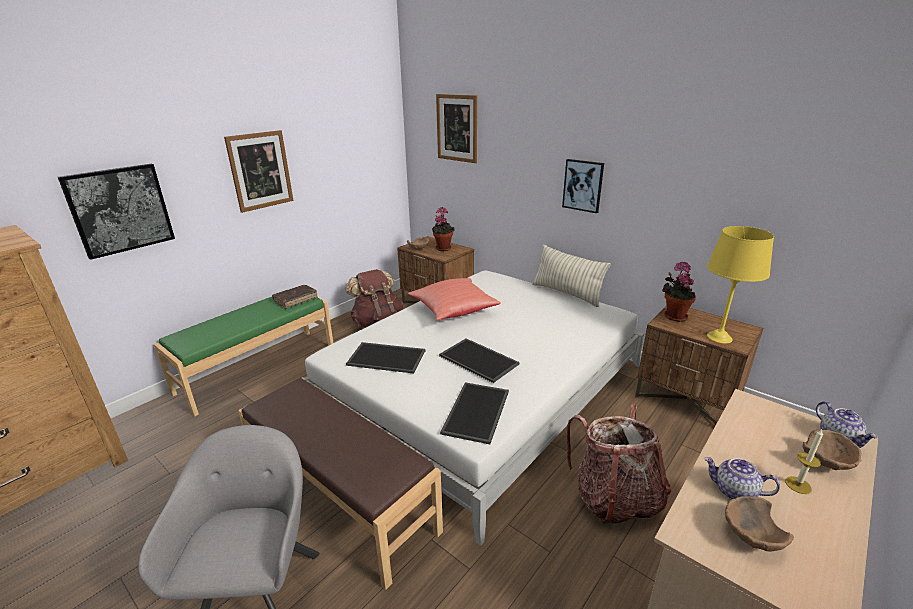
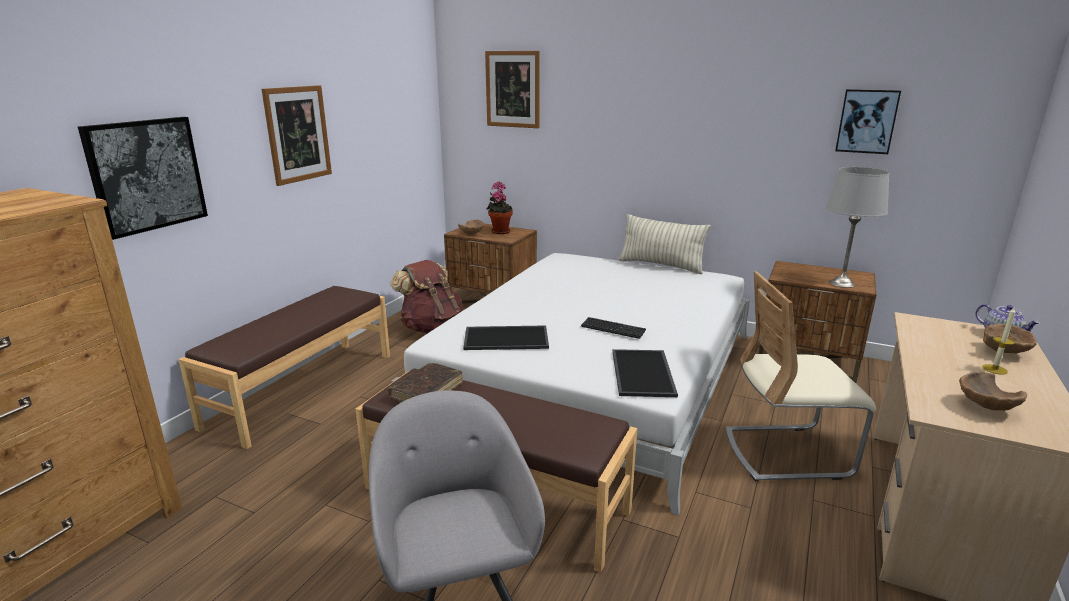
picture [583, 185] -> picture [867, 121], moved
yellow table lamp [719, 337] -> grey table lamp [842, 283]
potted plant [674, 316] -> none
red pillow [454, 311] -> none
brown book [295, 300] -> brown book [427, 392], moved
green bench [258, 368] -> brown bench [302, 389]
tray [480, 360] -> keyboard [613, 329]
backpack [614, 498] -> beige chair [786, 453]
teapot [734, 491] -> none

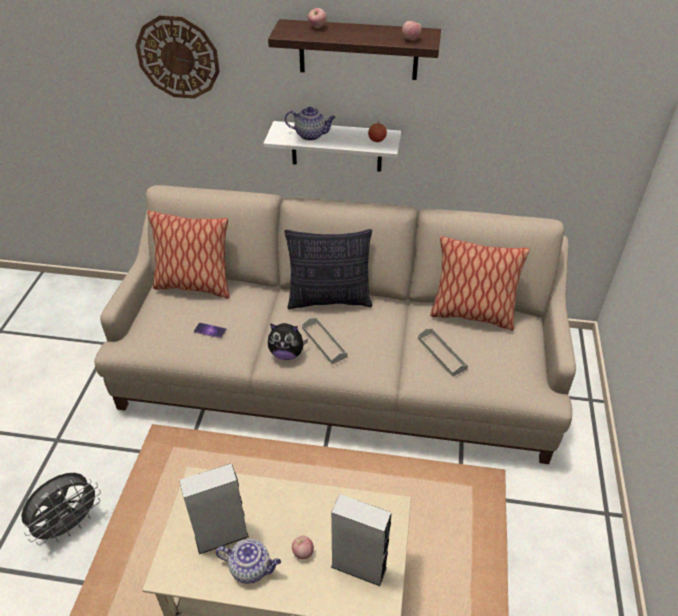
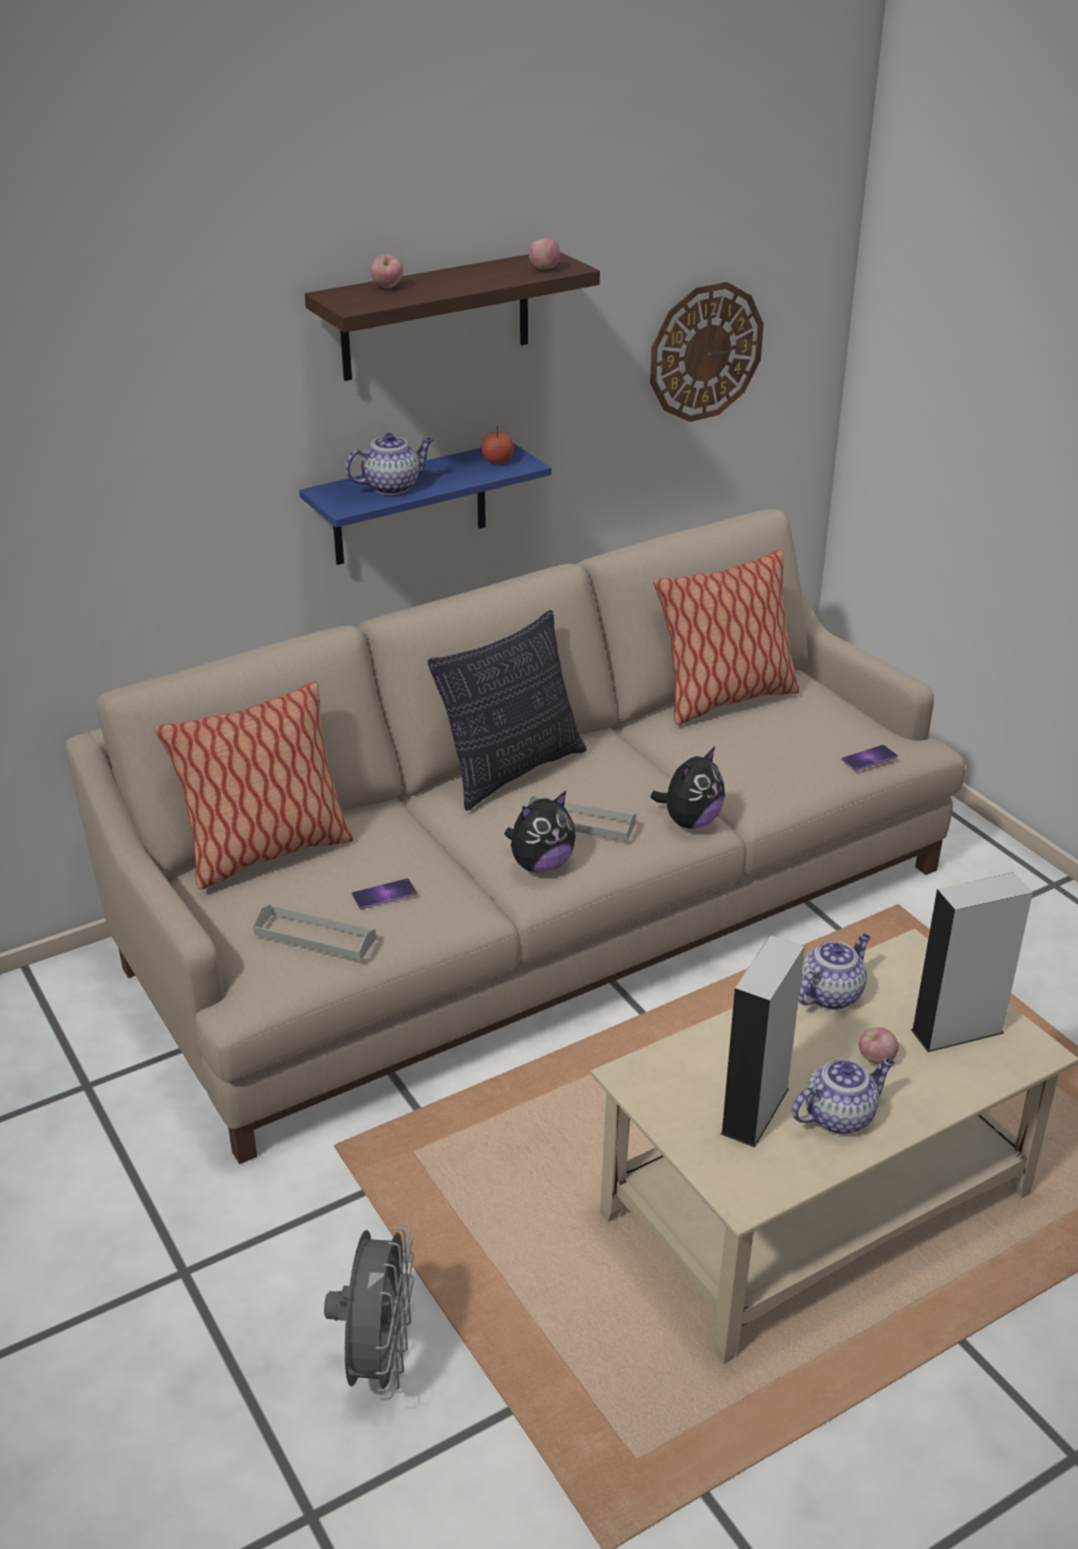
wall clock [178, 57] -> wall clock [705, 352], moved
white shelf [336, 146] -> blue shelf [410, 505]
grey tray [442, 353] -> grey tray [315, 936], moved
none -> phone [869, 758]
none -> plush toy [690, 822]
none -> teapot [830, 994]

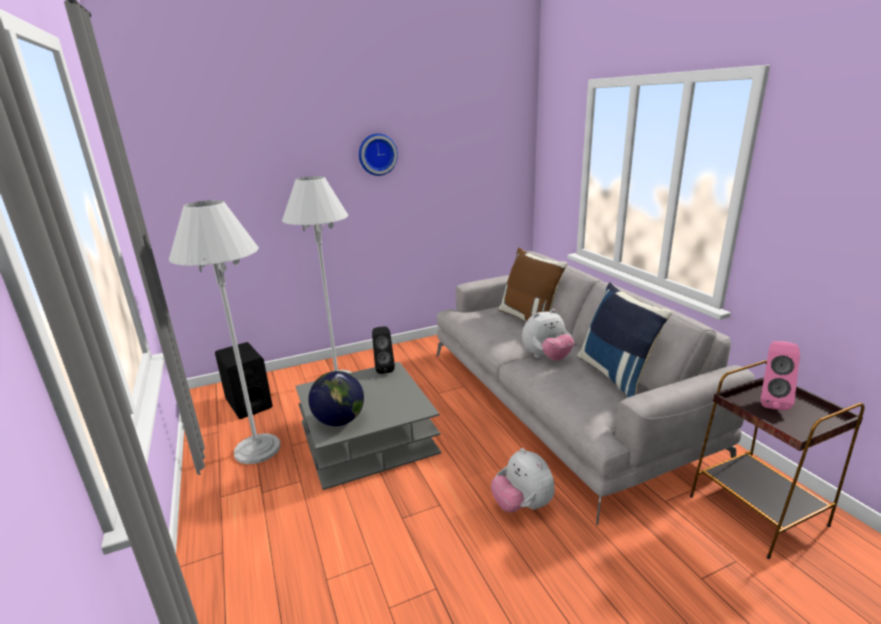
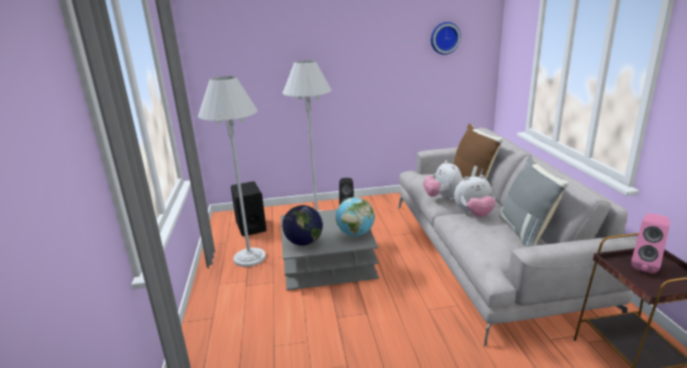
wall clock [377, 154] -> wall clock [444, 38], moved
blue pillow [616, 375] -> grey pillow [526, 233]
plush toy [522, 505] -> plush toy [443, 198], moved
none -> globe [355, 234]

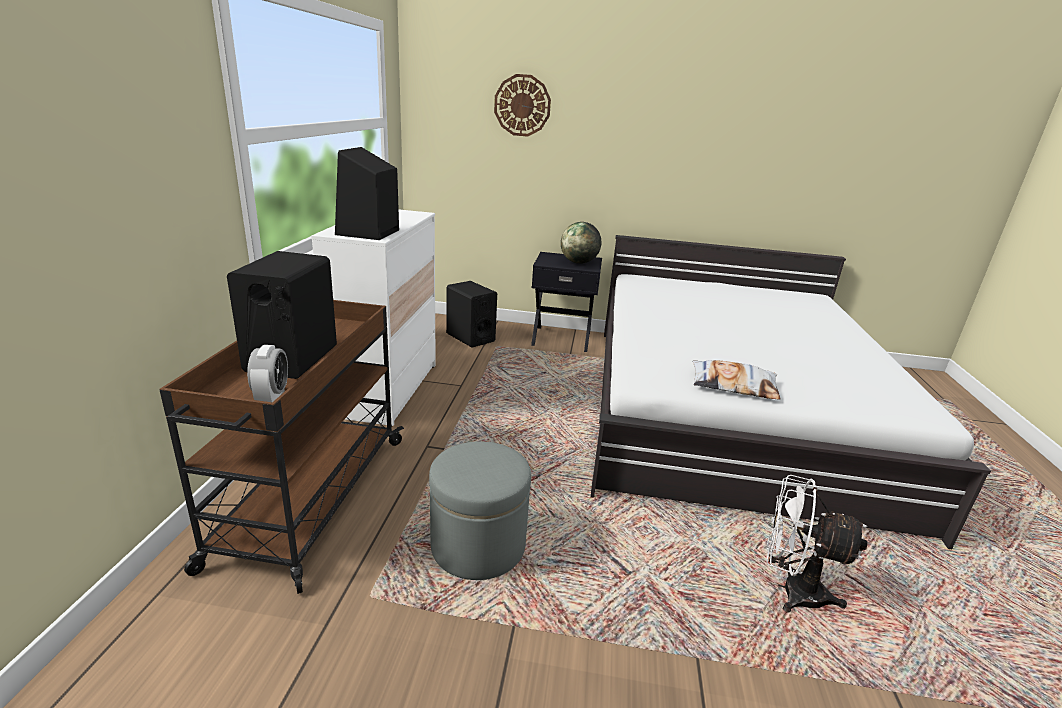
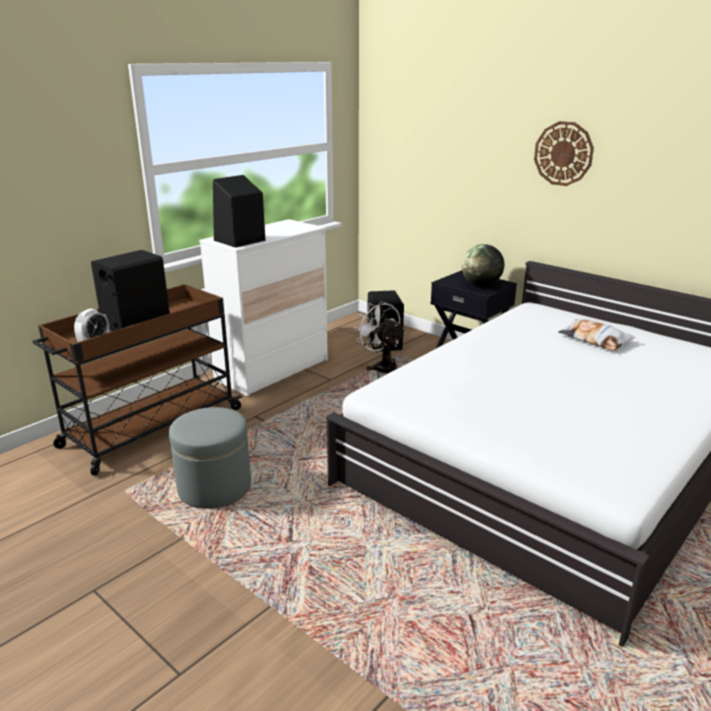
wall clock [522, 105] -> wall clock [563, 153], moved
pillow [733, 385] -> pillow [594, 340], moved
white fan [791, 590] -> white fan [382, 367], moved

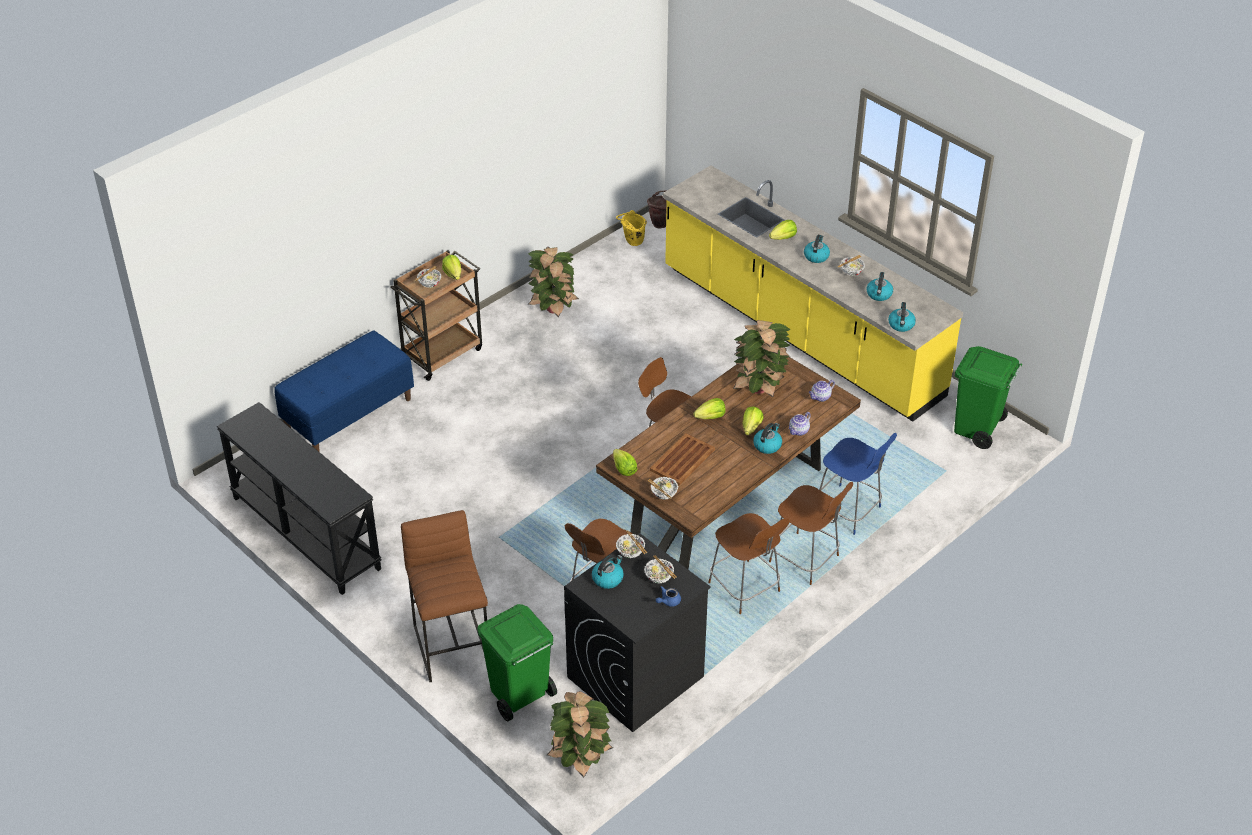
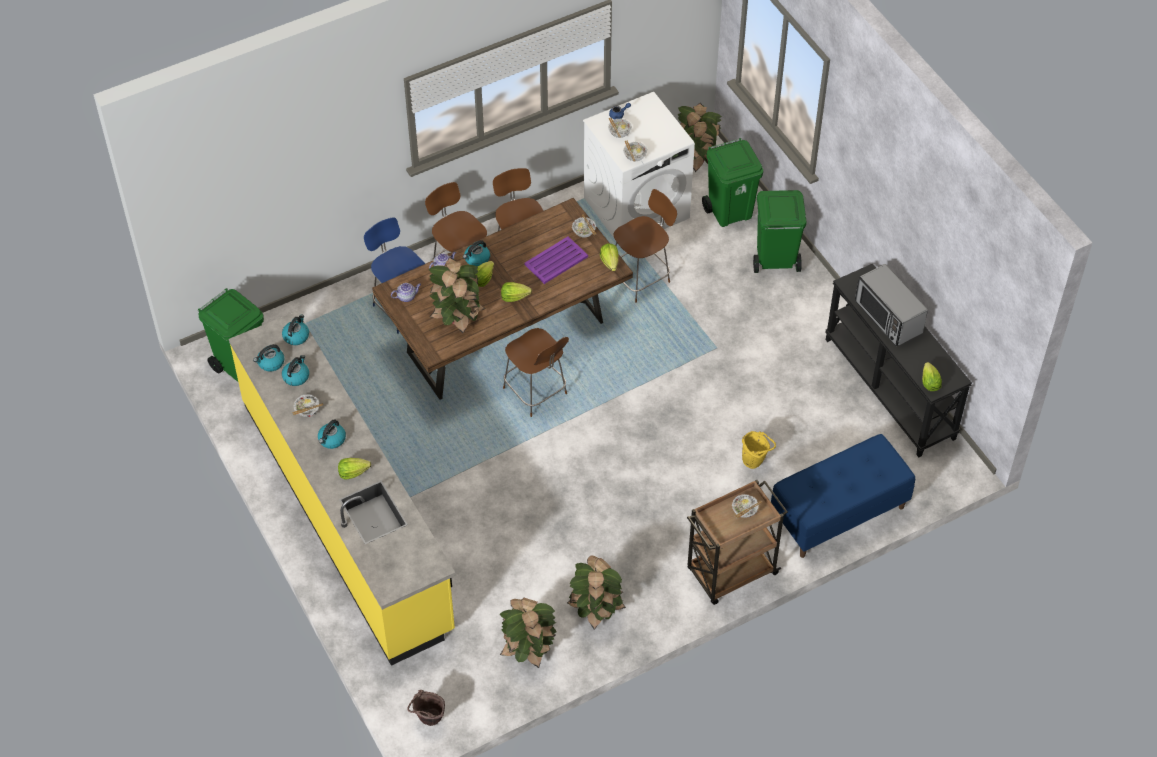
yellow bucket [632, 242] -> yellow bucket [755, 461], moved
lettuce [453, 274] -> lettuce [929, 383], moved
brown tray [683, 459] -> purple tray [555, 261]
brown stool [453, 646] -> green trash can [775, 260]
black washing machine [635, 677] -> white washing machine [637, 208]
kettle [608, 578] -> kettle [270, 363], moved
none -> microwave [888, 317]
none -> potted plant [528, 651]

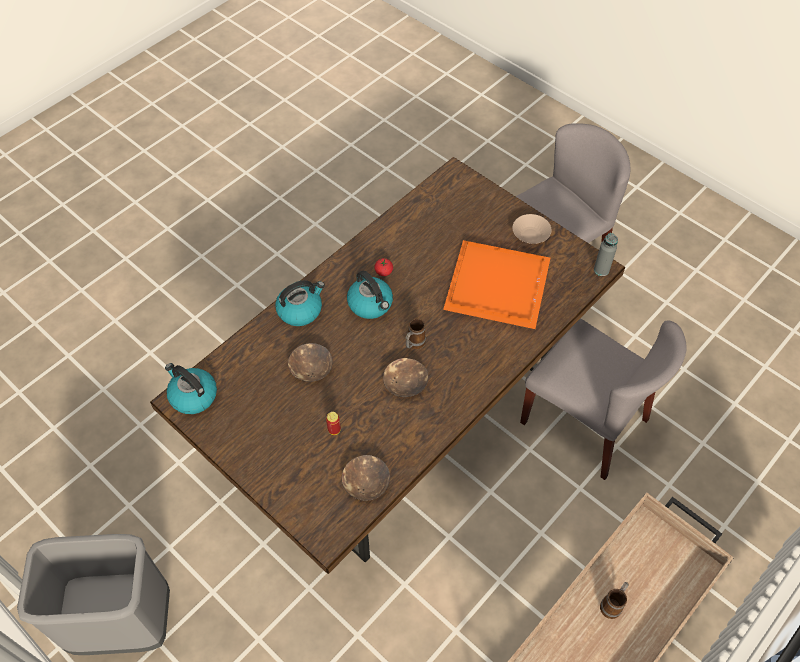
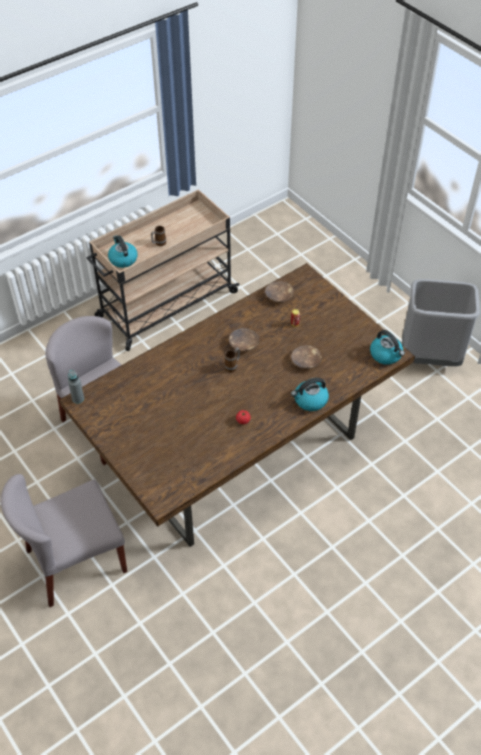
beige bowl [530, 235] -> none
orange tray [498, 287] -> none
kettle [371, 304] -> kettle [123, 259], moved

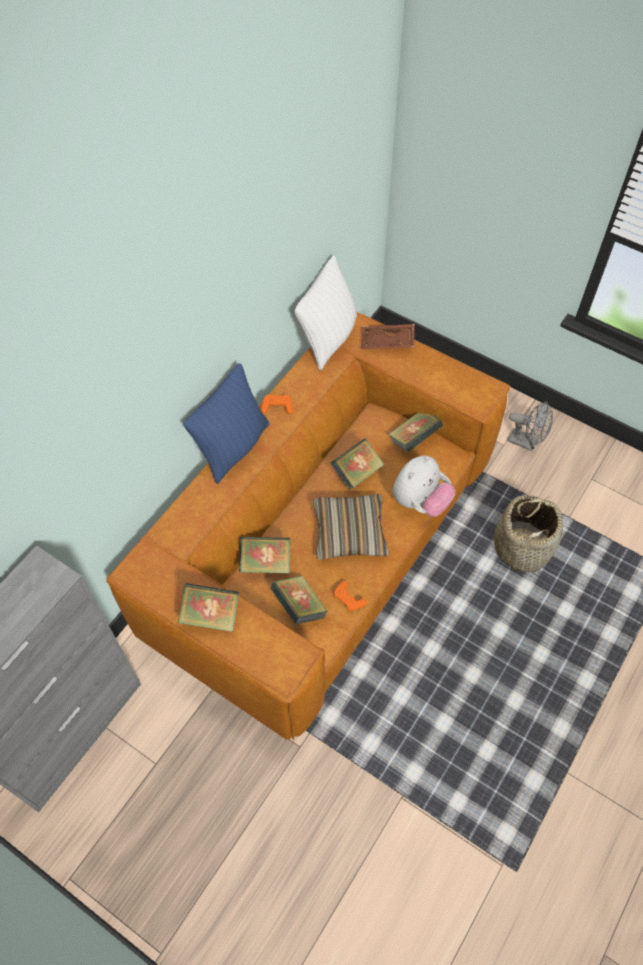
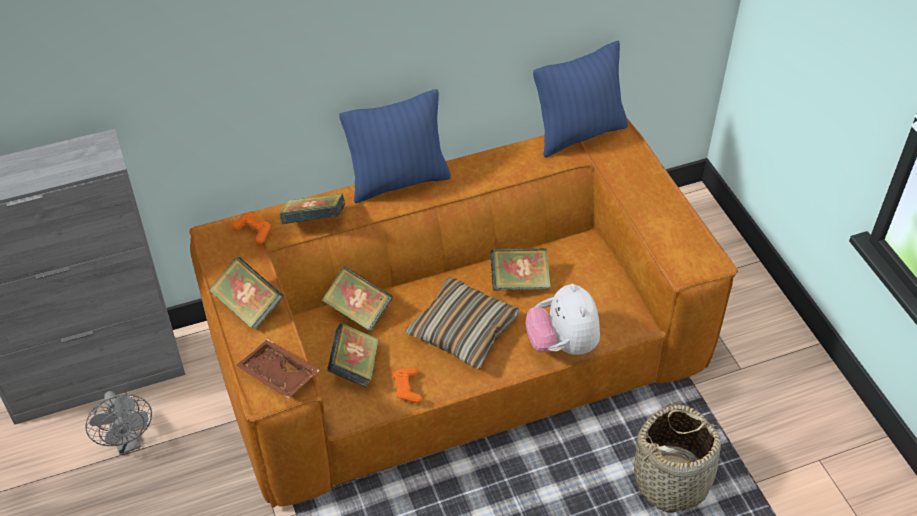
white pillow [328, 339] -> blue pillow [579, 134]
brown tray [387, 342] -> brown tray [277, 375], moved
orange game controller [277, 407] -> orange game controller [254, 231], moved
grey fan [526, 442] -> grey fan [128, 442], moved
book [414, 439] -> book [314, 222], moved
plush toy [420, 501] -> plush toy [562, 344], 90 degrees clockwise

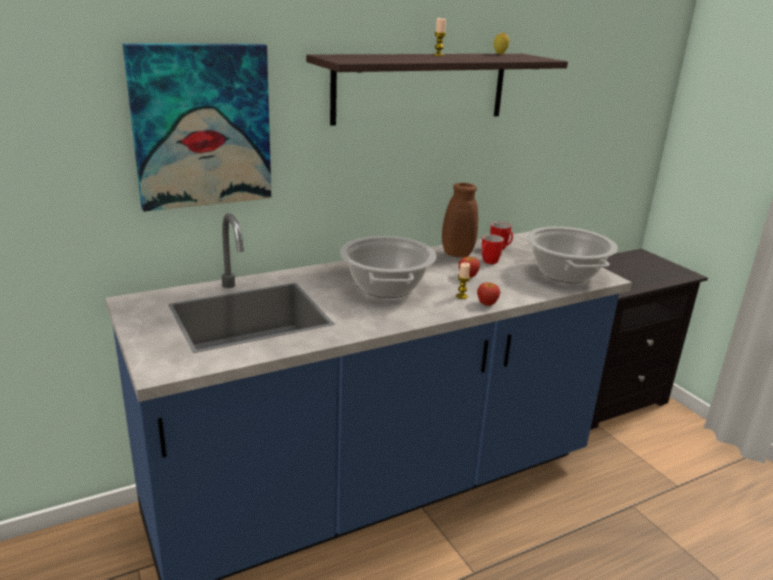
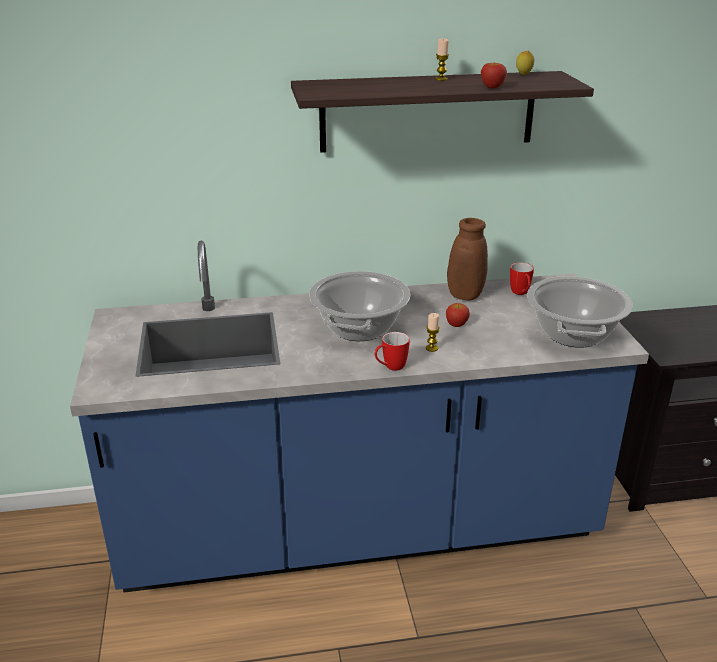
picture [202, 126] -> none
mug [488, 263] -> mug [390, 367], moved
apple [487, 303] -> apple [492, 87], moved

